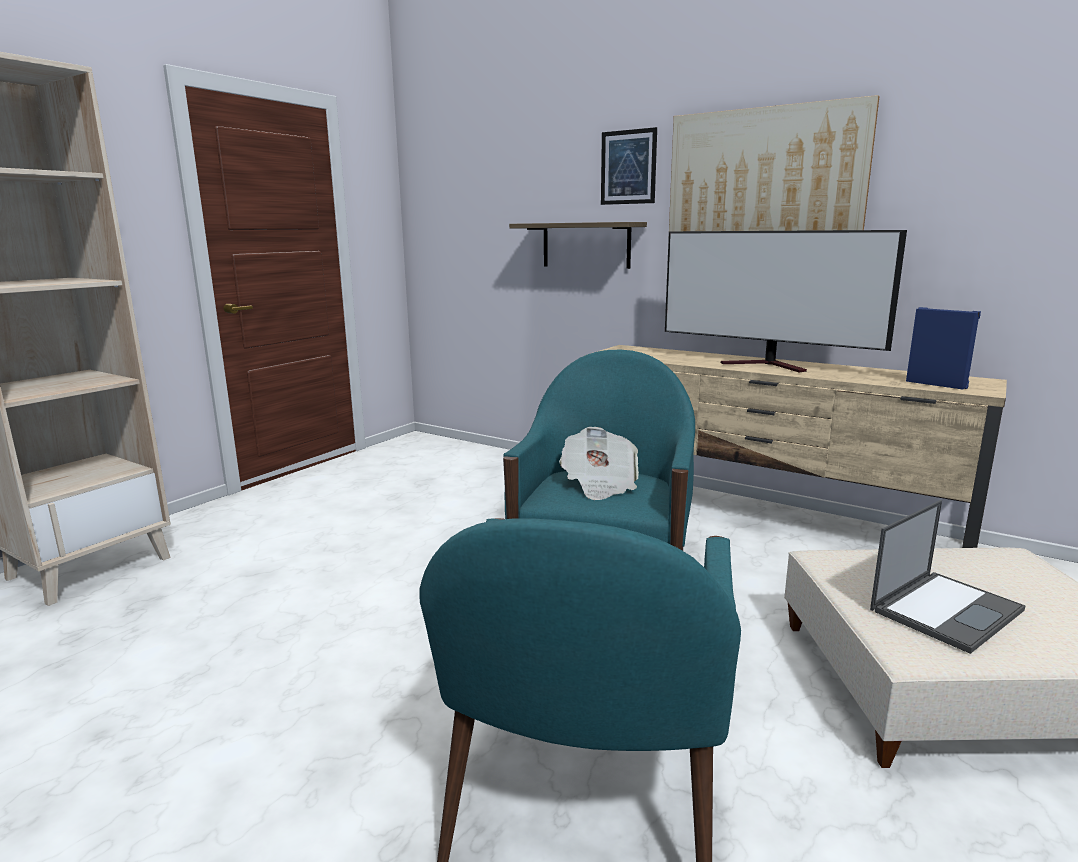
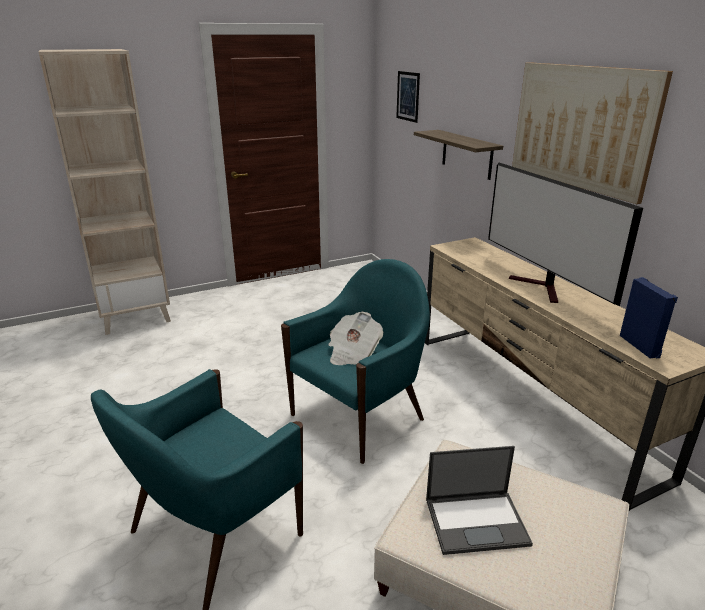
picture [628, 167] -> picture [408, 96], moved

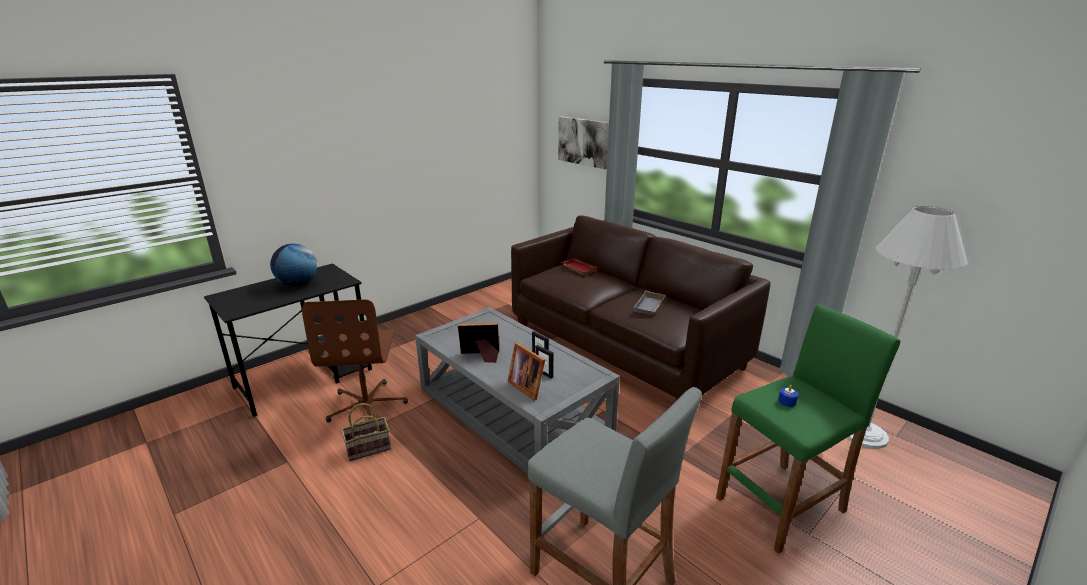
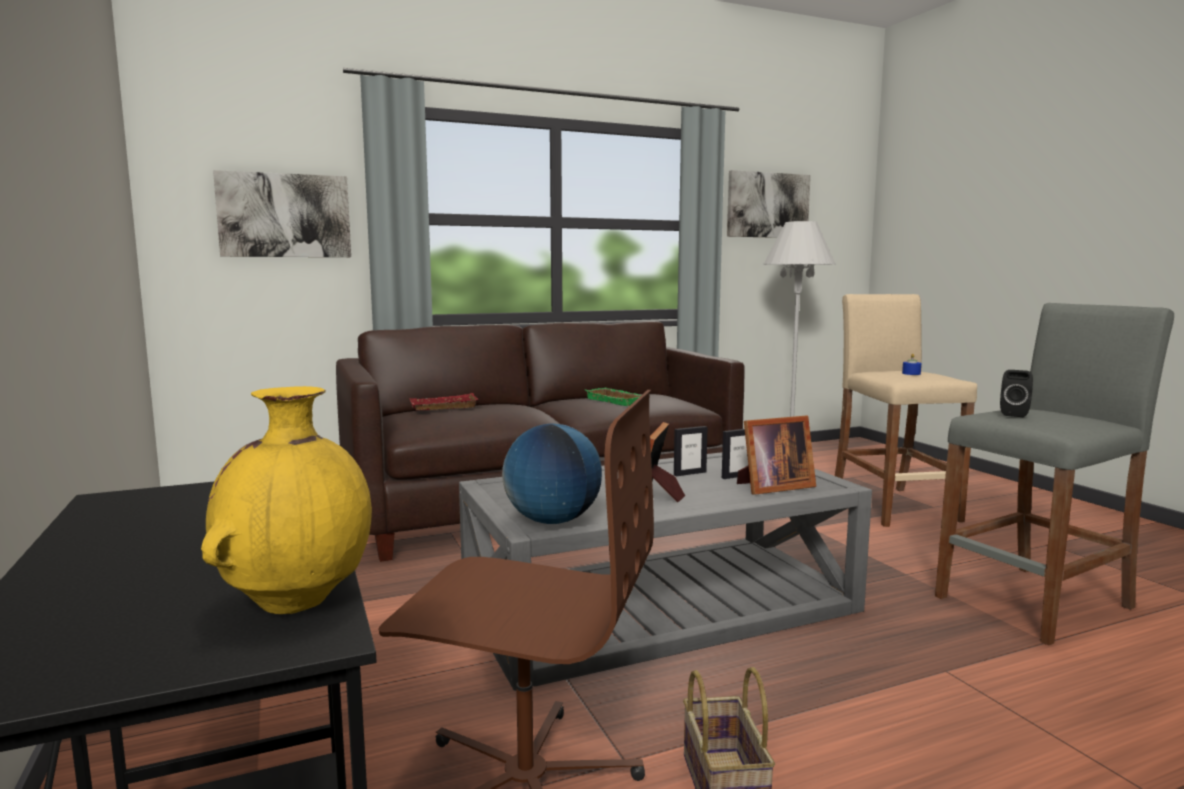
globe [298, 284] -> globe [552, 521], moved
grey tray [650, 306] -> green tray [617, 401]
green stool [781, 505] -> beige stool [893, 506]
none -> picture [767, 205]
none -> black speaker [1014, 414]
none -> yellow vase [298, 601]

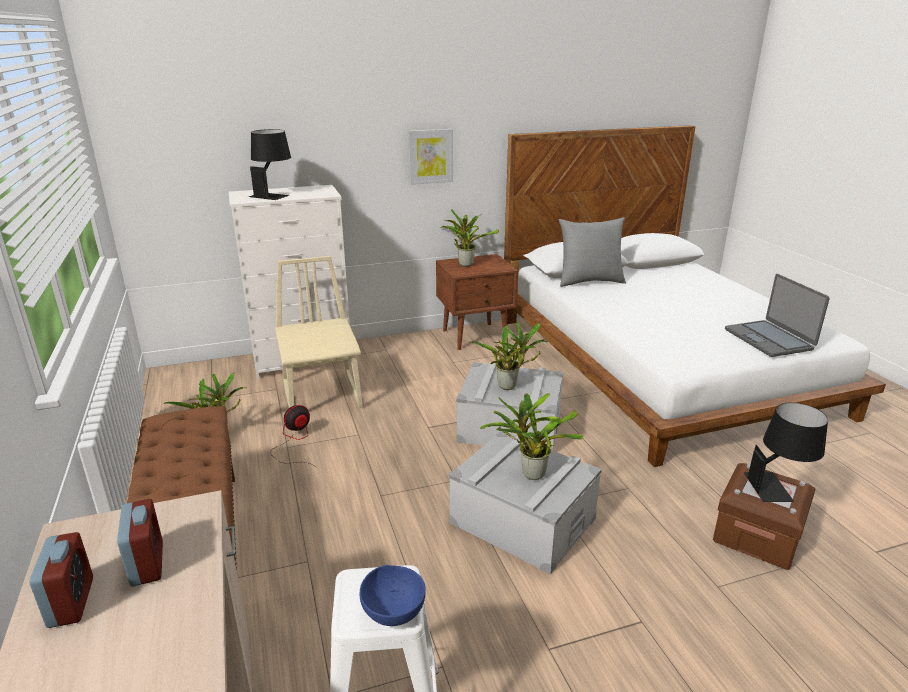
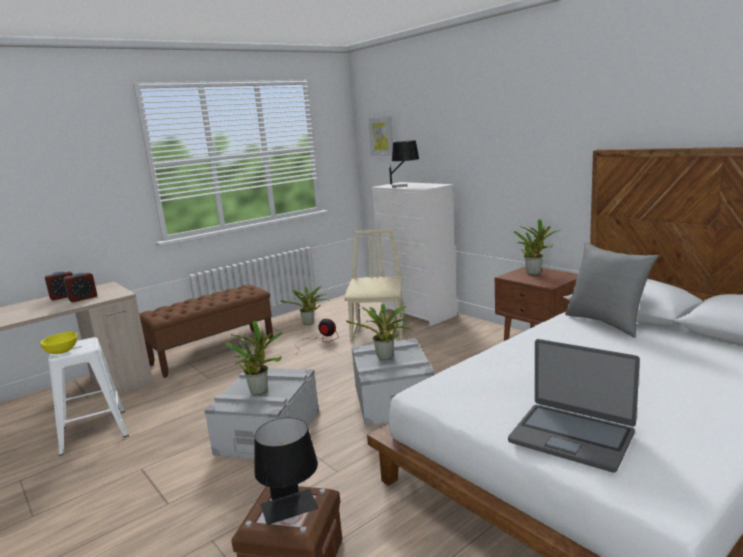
picture [430, 156] -> picture [381, 136], moved
beige chair [323, 395] -> beige chair [379, 331], 45 degrees counterclockwise
laptop [769, 339] -> laptop [571, 436], 105 degrees counterclockwise
blue bowl [394, 610] -> yellow bowl [63, 352]

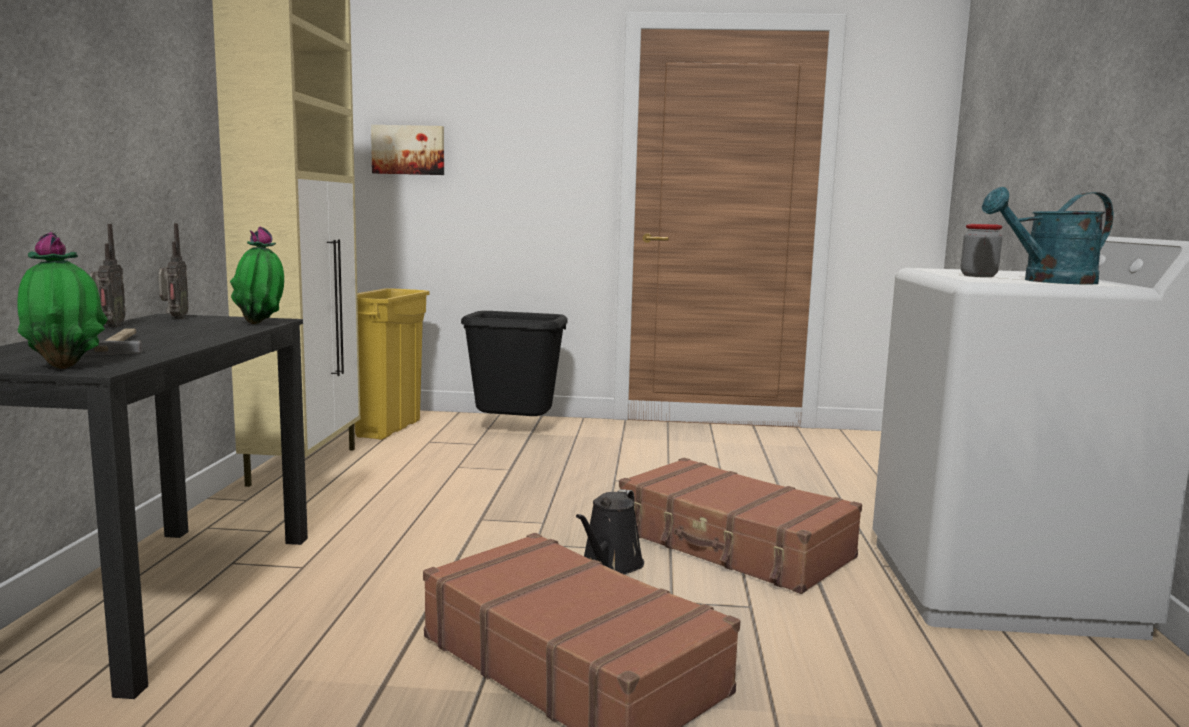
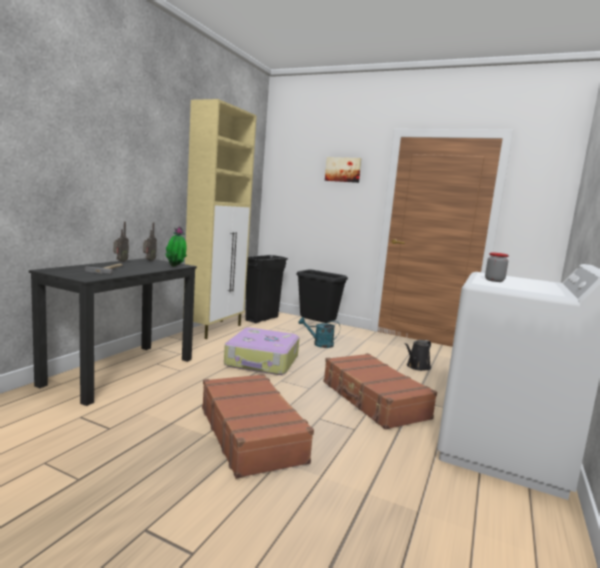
picture [408, 150] -> picture [343, 169], moved
turquoise watering can [1049, 281] -> turquoise watering can [319, 344], moved
potted plant [66, 366] -> none
yellow trash can [388, 429] -> black trash can [262, 319]
black watering can [610, 565] -> black watering can [417, 367], moved
none -> suitcase [262, 361]

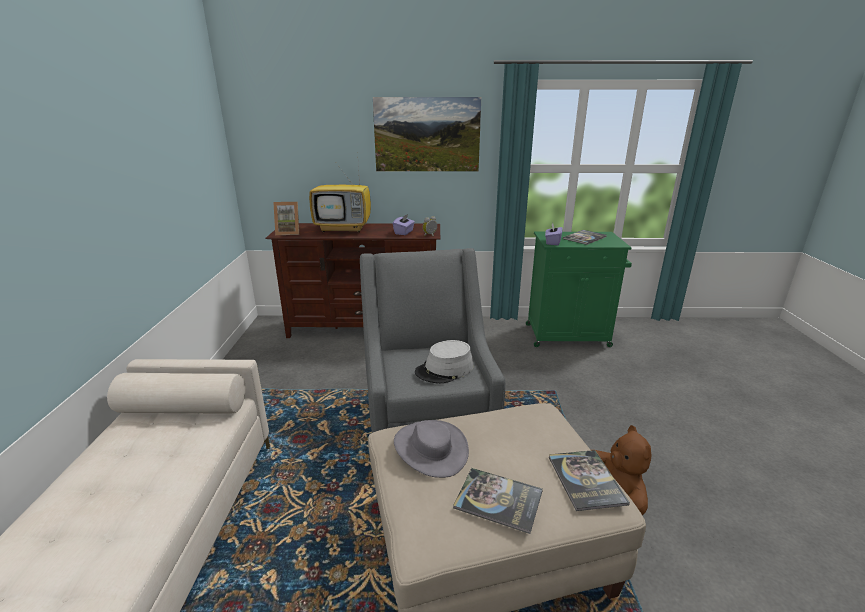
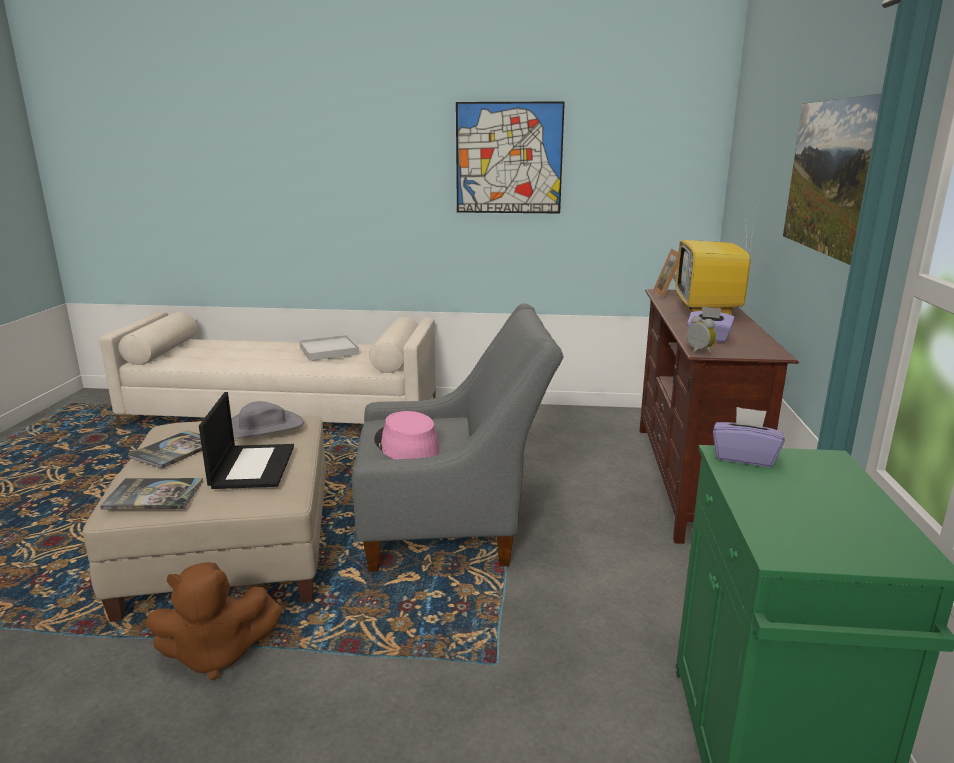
book [584, 238] -> none
grey hat [445, 369] -> pink hat [406, 445]
none -> picture [509, 158]
none -> white tray [328, 351]
none -> laptop [252, 466]

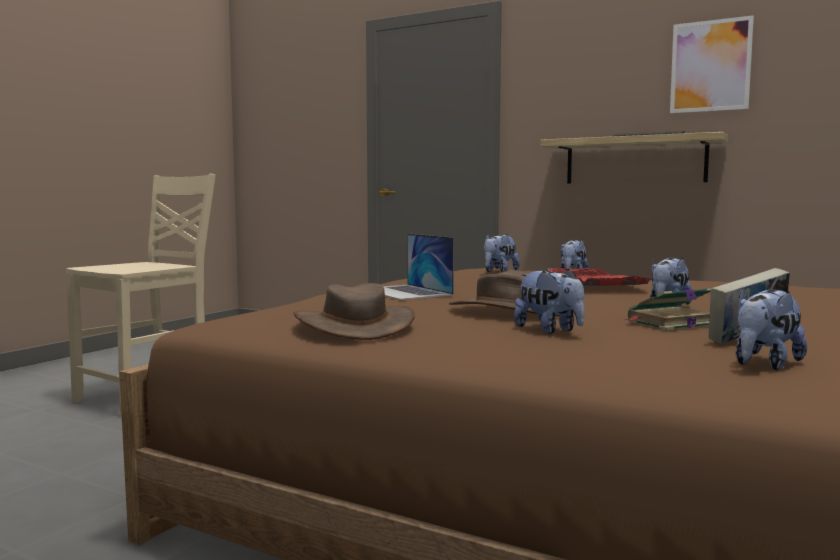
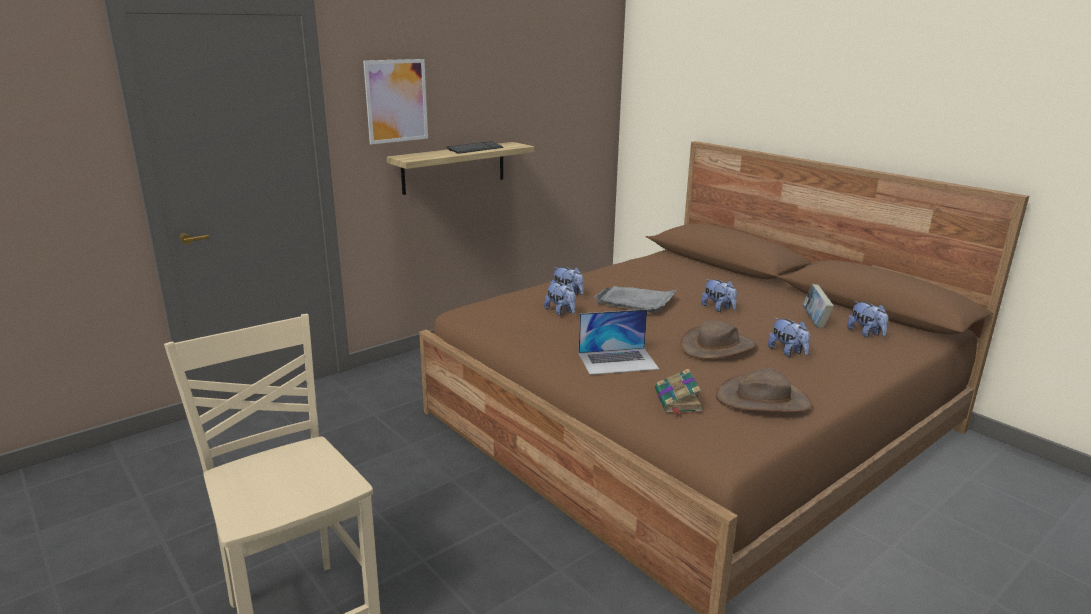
picture [710, 66] -> picture [396, 101], moved
red tray [594, 283] -> grey tray [635, 301]
plush toy [549, 330] -> plush toy [787, 352], 75 degrees clockwise
book [669, 323] -> book [678, 401], moved

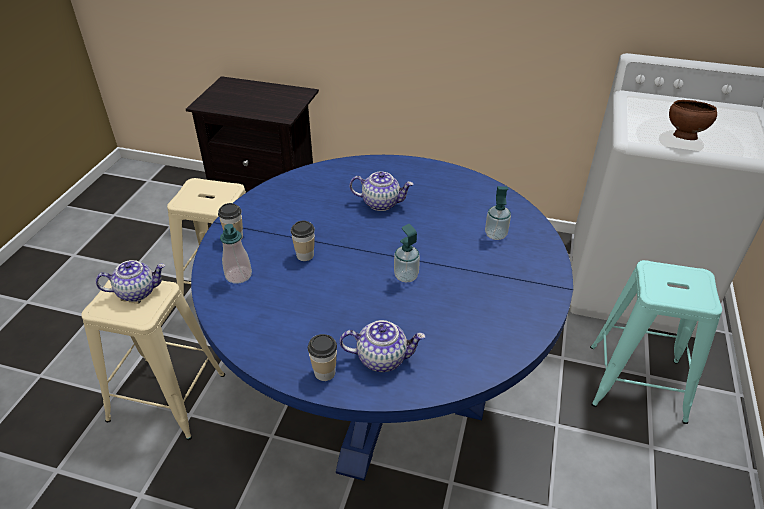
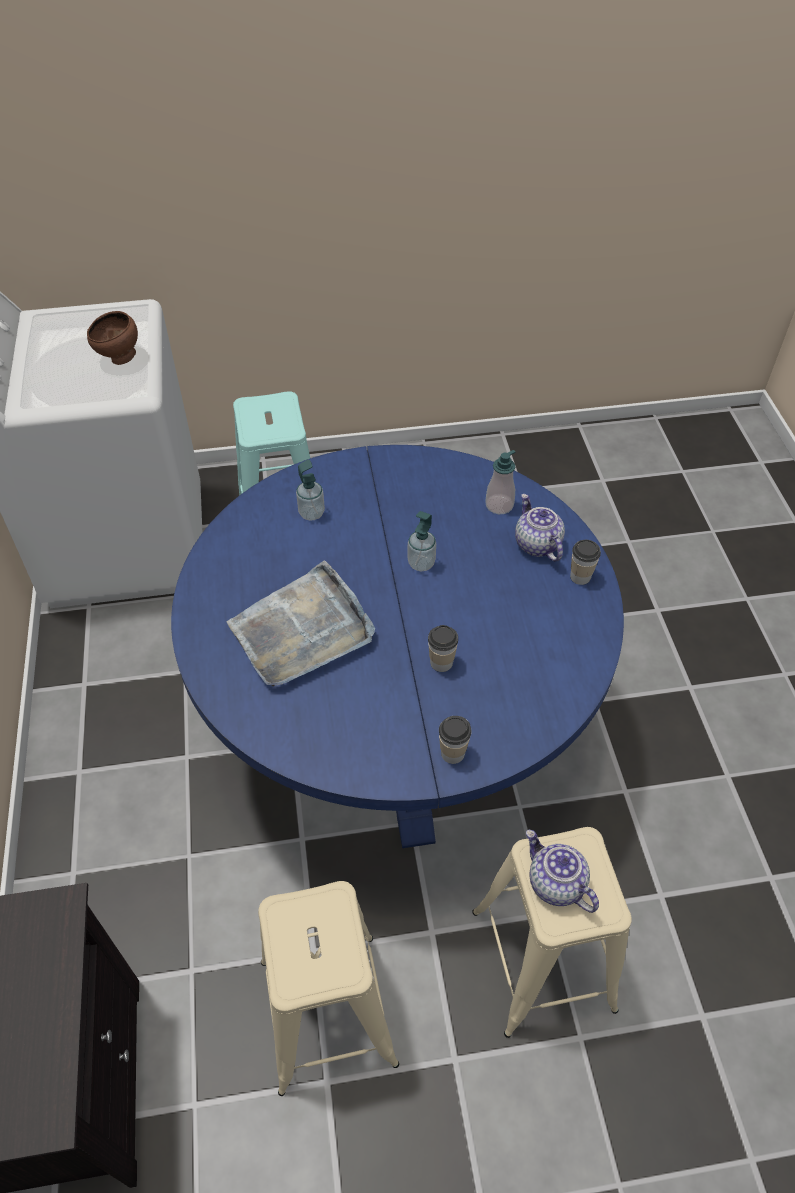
teapot [381, 203] -> grey tray [302, 630]
soap dispenser [238, 275] -> soap dispenser [499, 505], moved

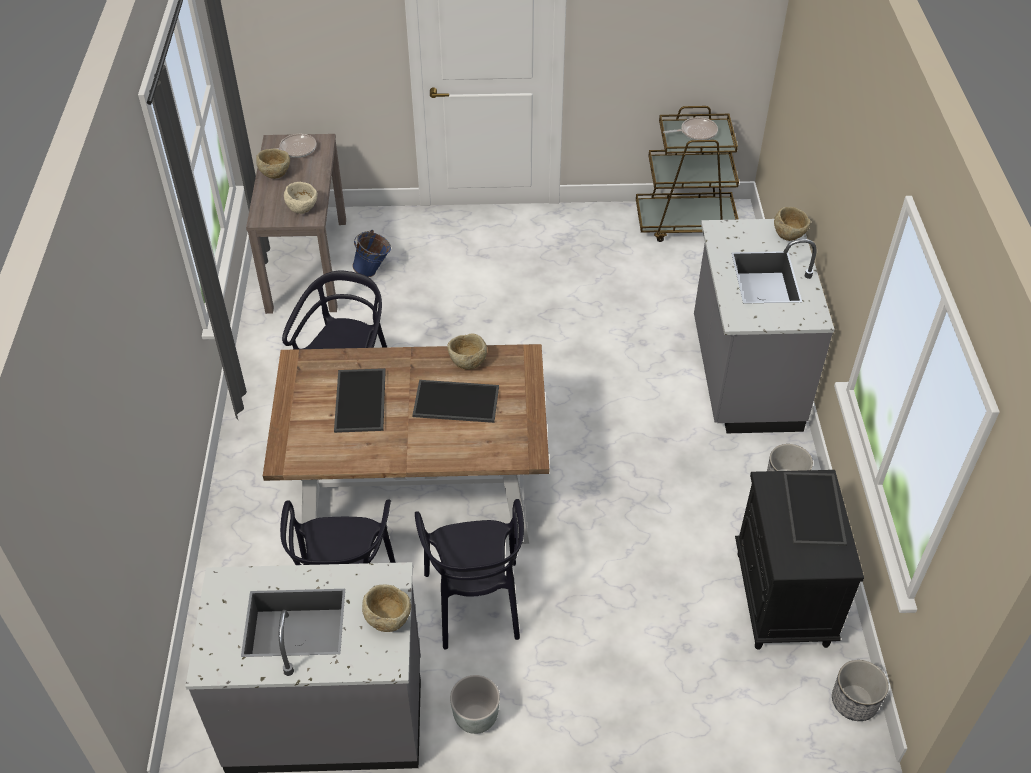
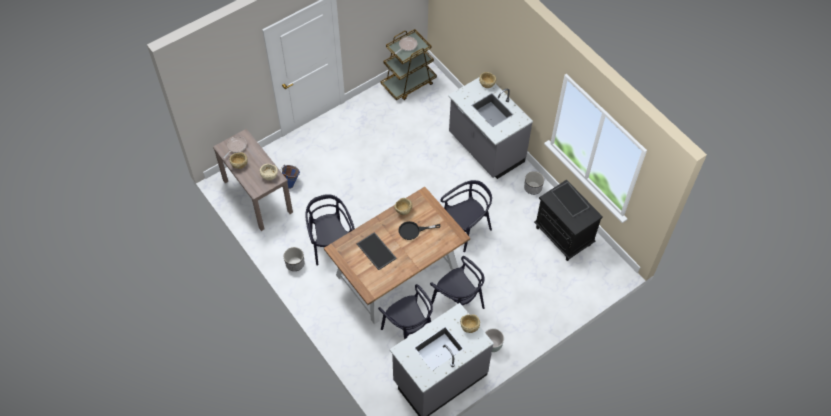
tray [455, 402] -> black frying pan [413, 231]
planter [854, 701] -> planter [295, 263], moved
none -> black chair [466, 229]

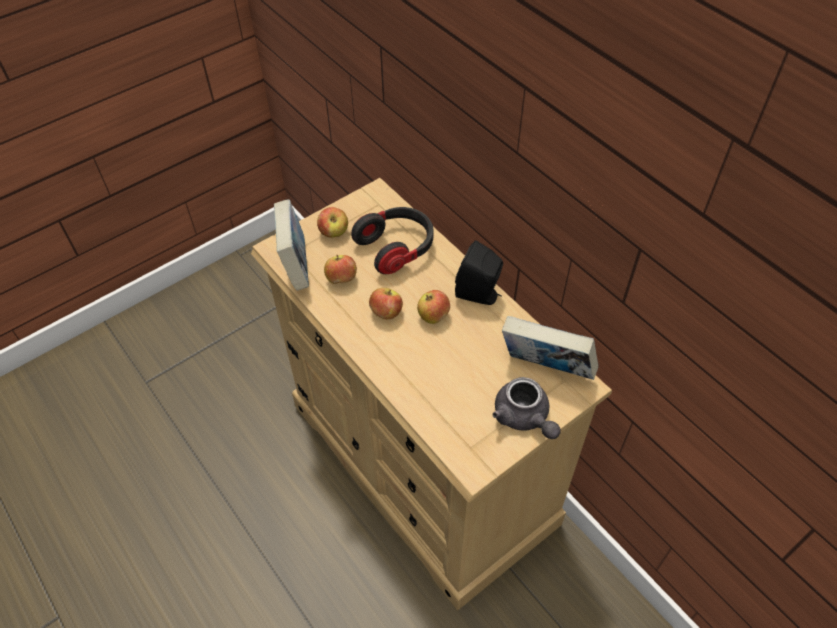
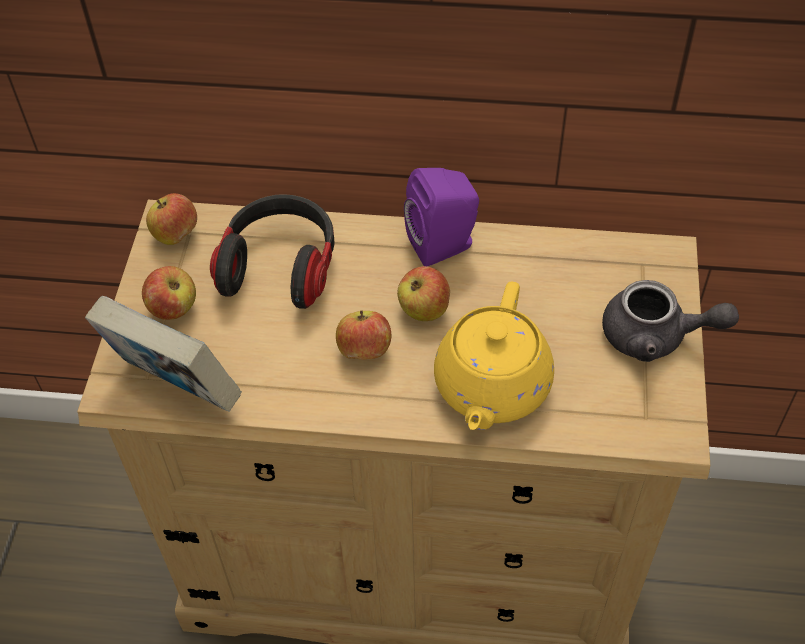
black speaker [479, 295] -> purple speaker [445, 245]
apple [341, 279] -> apple [176, 235], moved
book [545, 368] -> none
none -> yellow teapot [491, 387]

